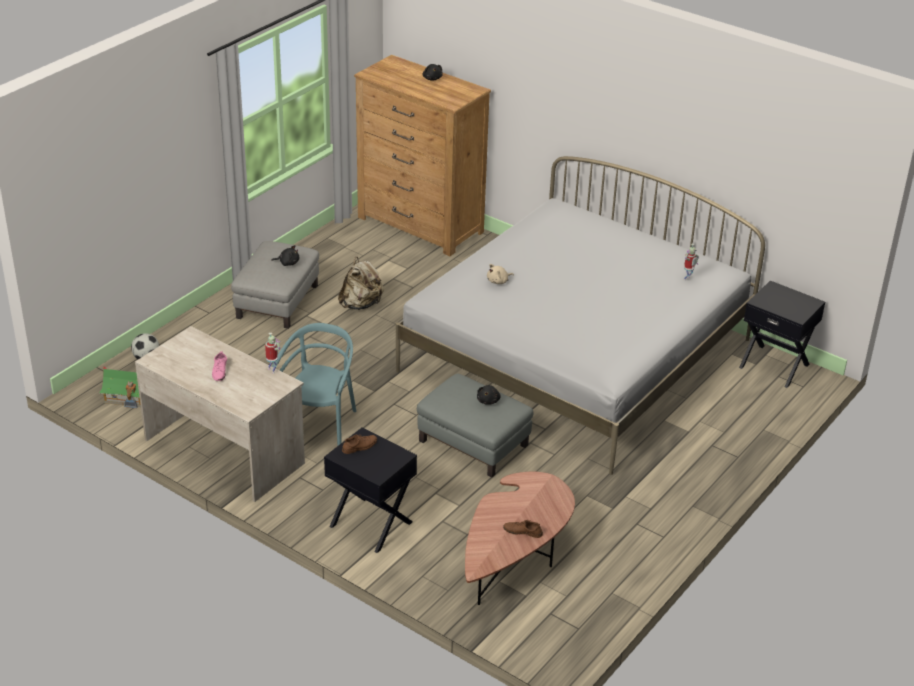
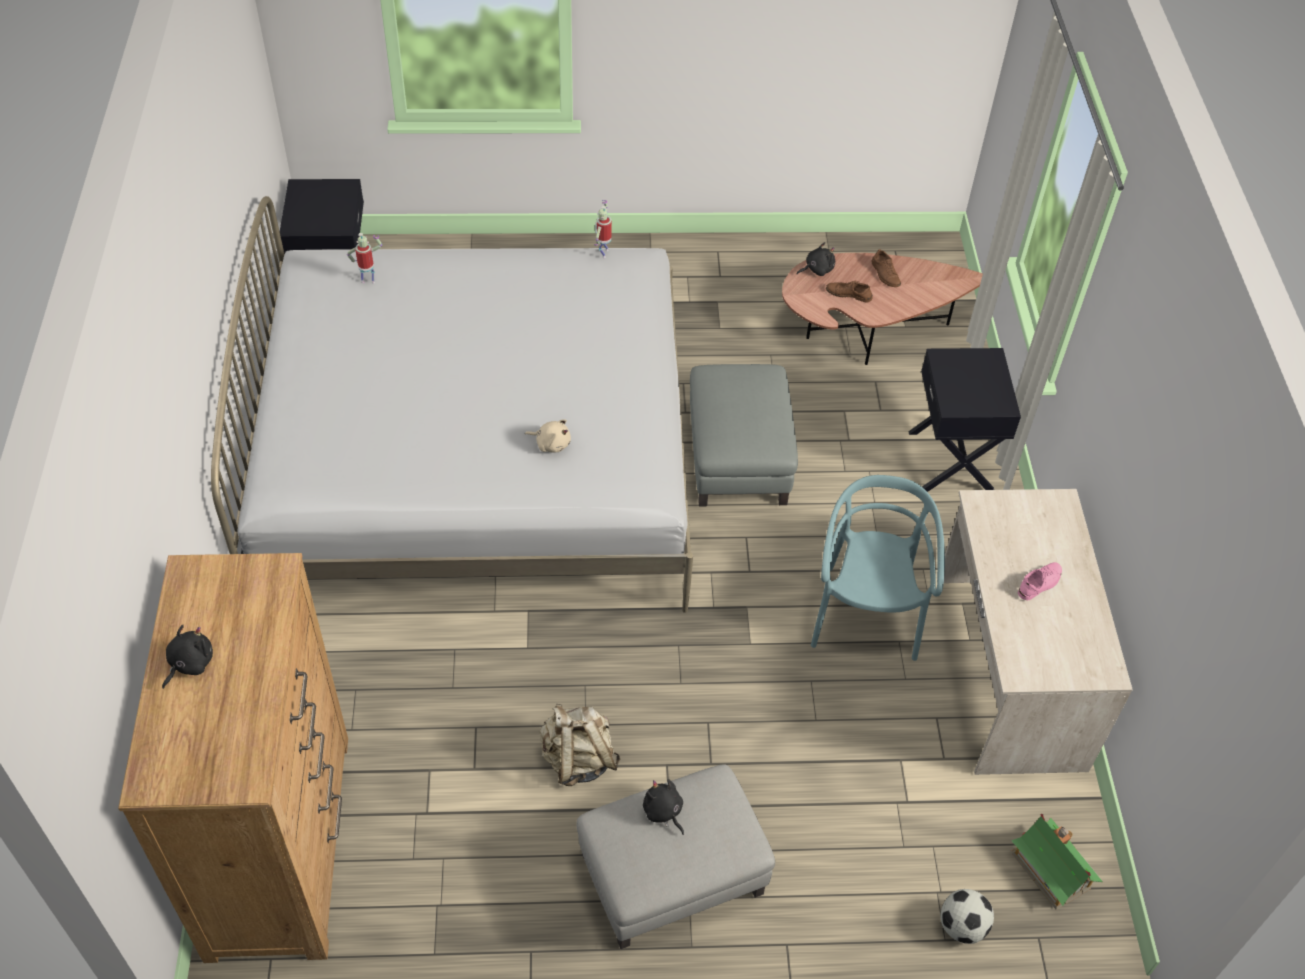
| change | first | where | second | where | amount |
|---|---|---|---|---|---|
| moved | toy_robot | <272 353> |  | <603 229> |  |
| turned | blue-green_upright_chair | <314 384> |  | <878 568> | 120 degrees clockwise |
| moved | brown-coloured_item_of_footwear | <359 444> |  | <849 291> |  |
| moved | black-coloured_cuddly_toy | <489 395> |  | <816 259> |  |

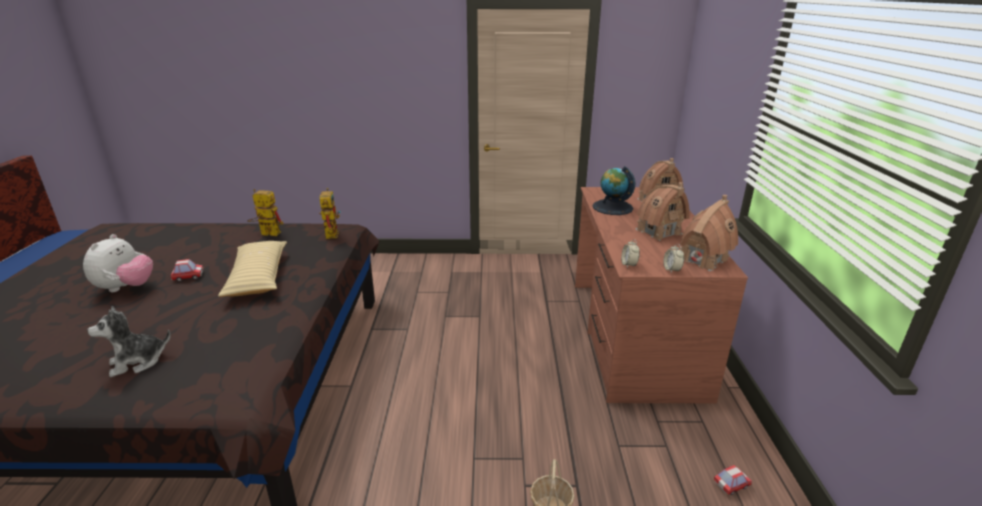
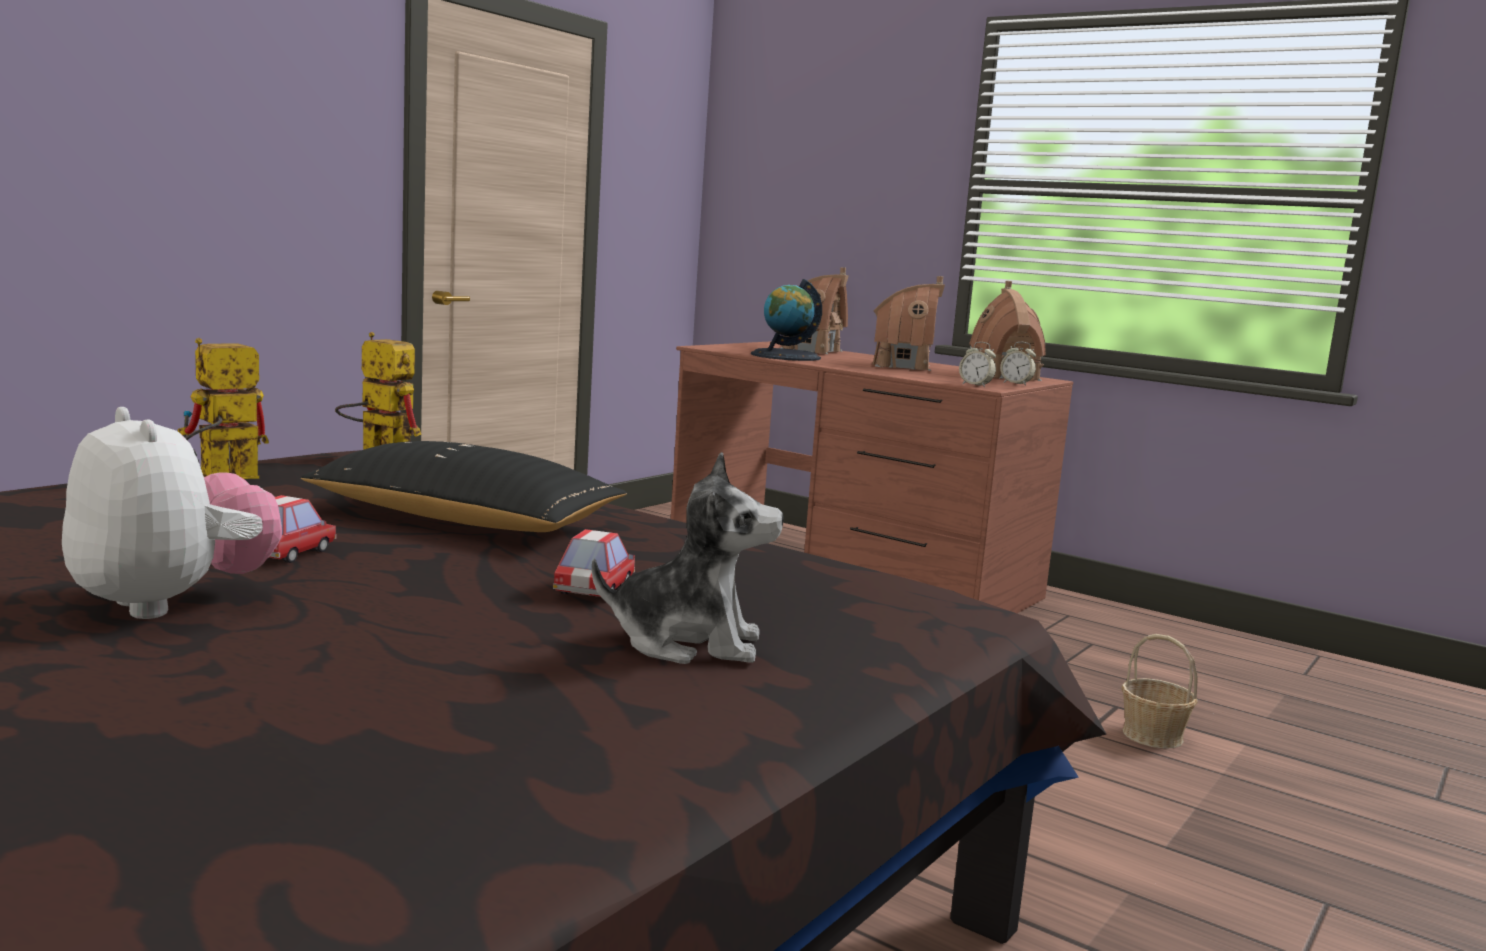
| change | first | where | second | where | amount |
|---|---|---|---|---|---|
| turned | cuddly_toy | <129 341> |  | <687 558> | 90 degrees counterclockwise |
| recoloured | beige-coloured_cushion | <252 269> | black-coloured_cushion | <464 486> |  |
| moved | toy_car | <732 480> |  | <594 563> |  |

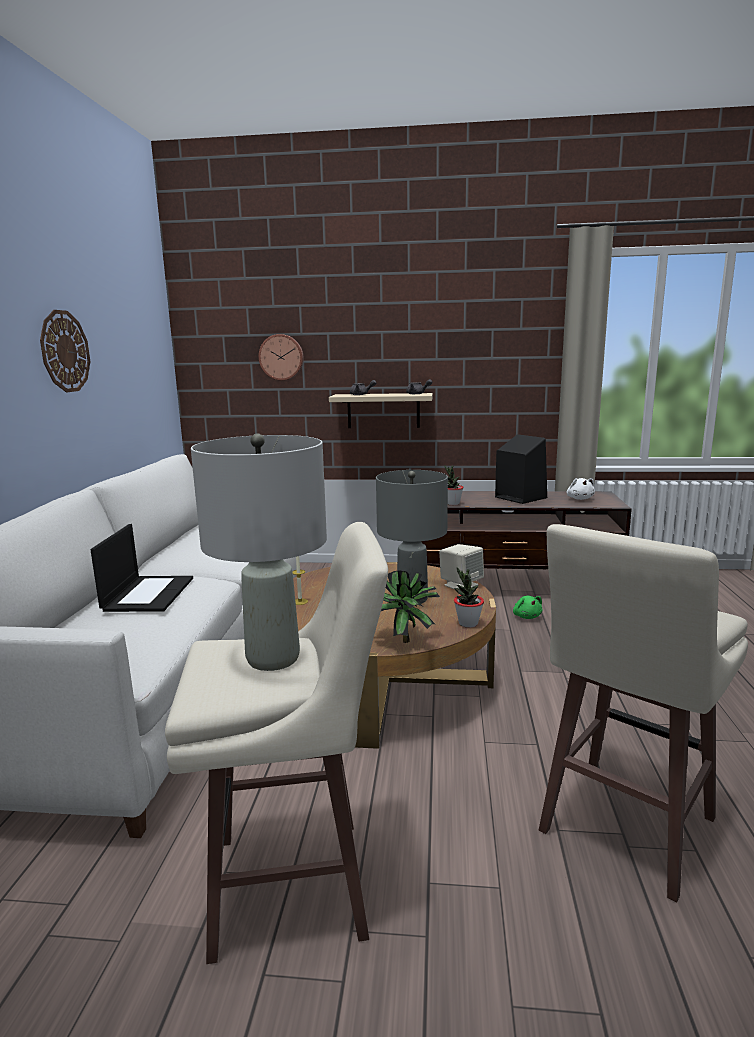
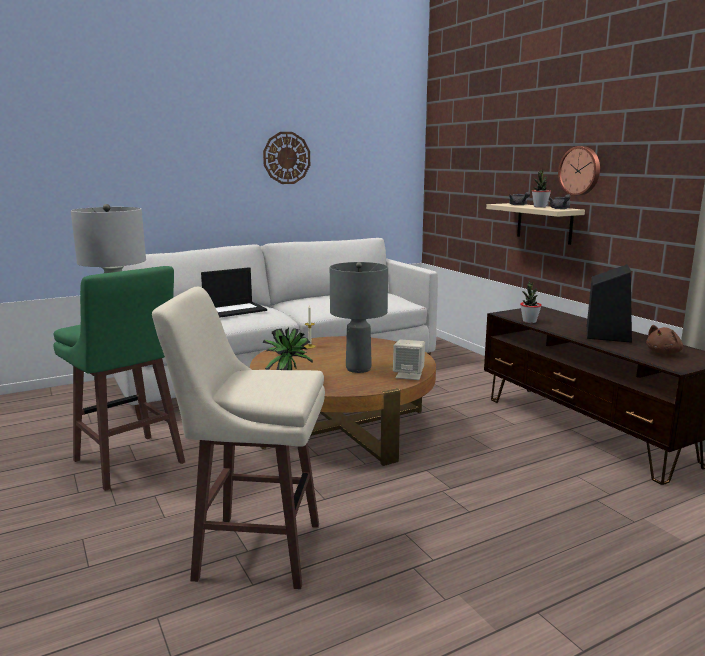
| change | first | where | second | where | amount |
|---|---|---|---|---|---|
| recoloured | beige-coloured_stool | <276 743> | green-coloured_stool | <119 378> |  |
| moved | wall_clock | <281 357> |  | <579 171> |  |
| moved | houseplant | <469 597> |  | <541 189> |  |
| removed | green-coloured_cuddly_toy | <528 607> |  |  |  |
| recoloured | white-coloured_cuddly_toy | <581 489> | brown-coloured_cuddly_toy | <664 339> |  |

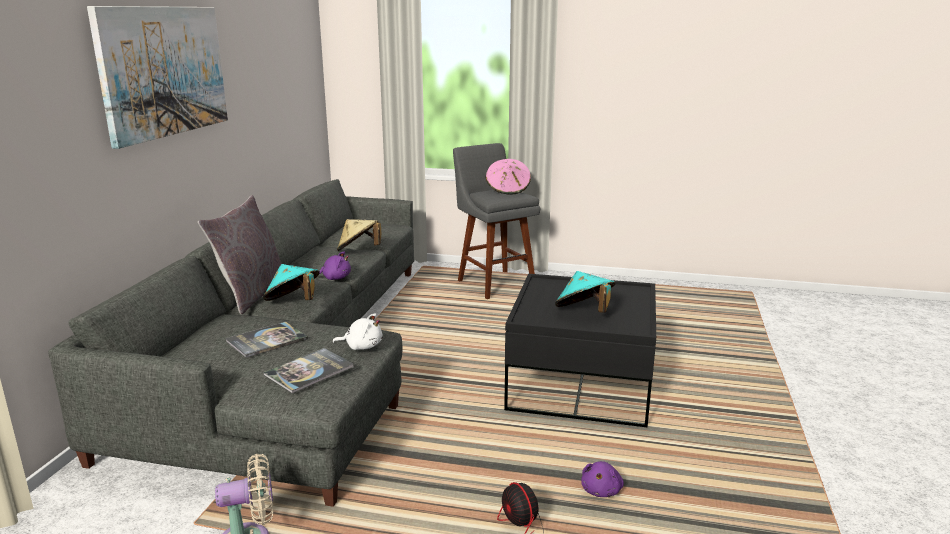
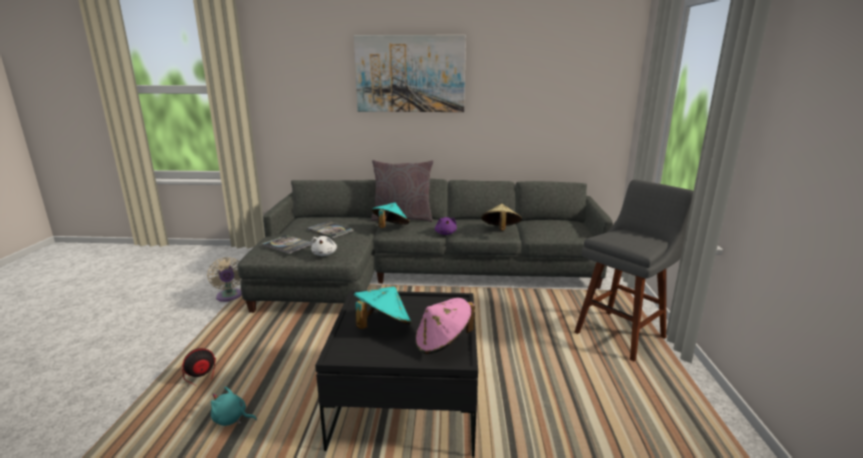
| change | first | where | second | where | amount |
|---|---|---|---|---|---|
| moved | pinkish_clothing_hat | <508 177> |  | <445 326> |  |
| recoloured | purple_cuddly_toy | <602 479> | blue-green_cuddly_toy | <234 406> |  |

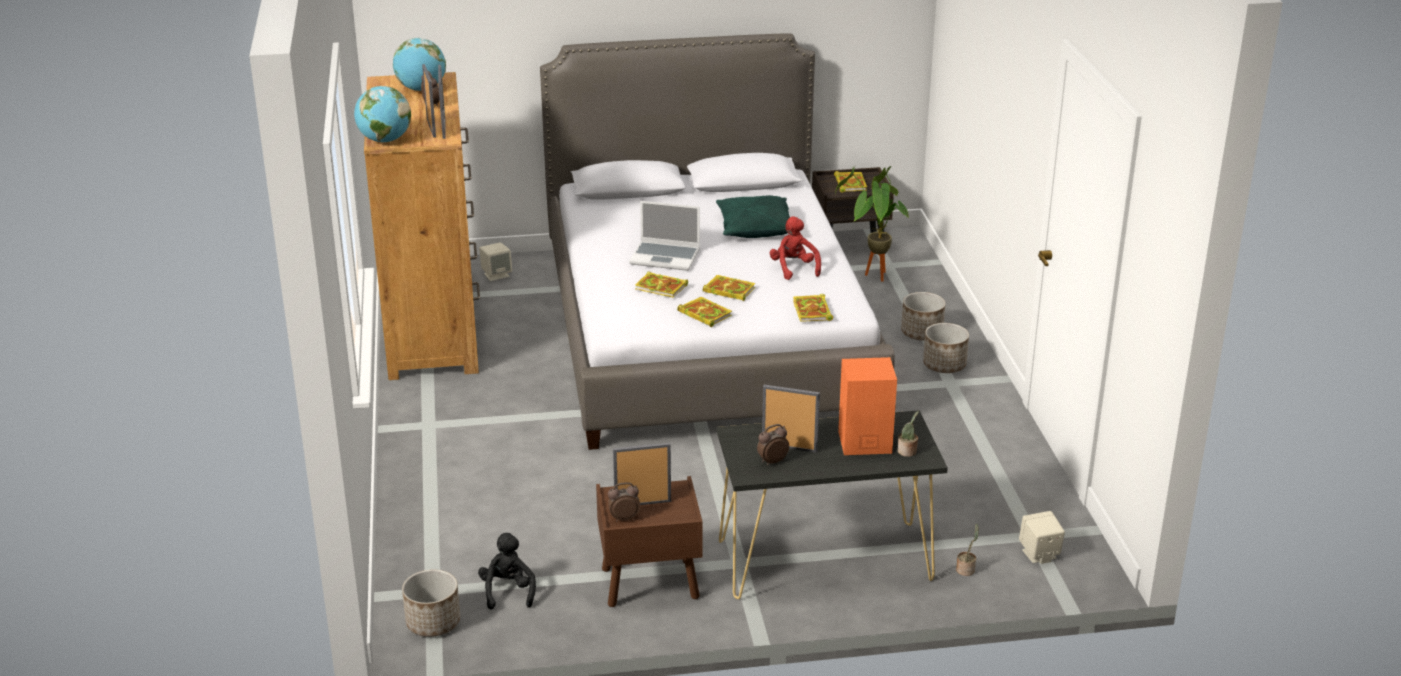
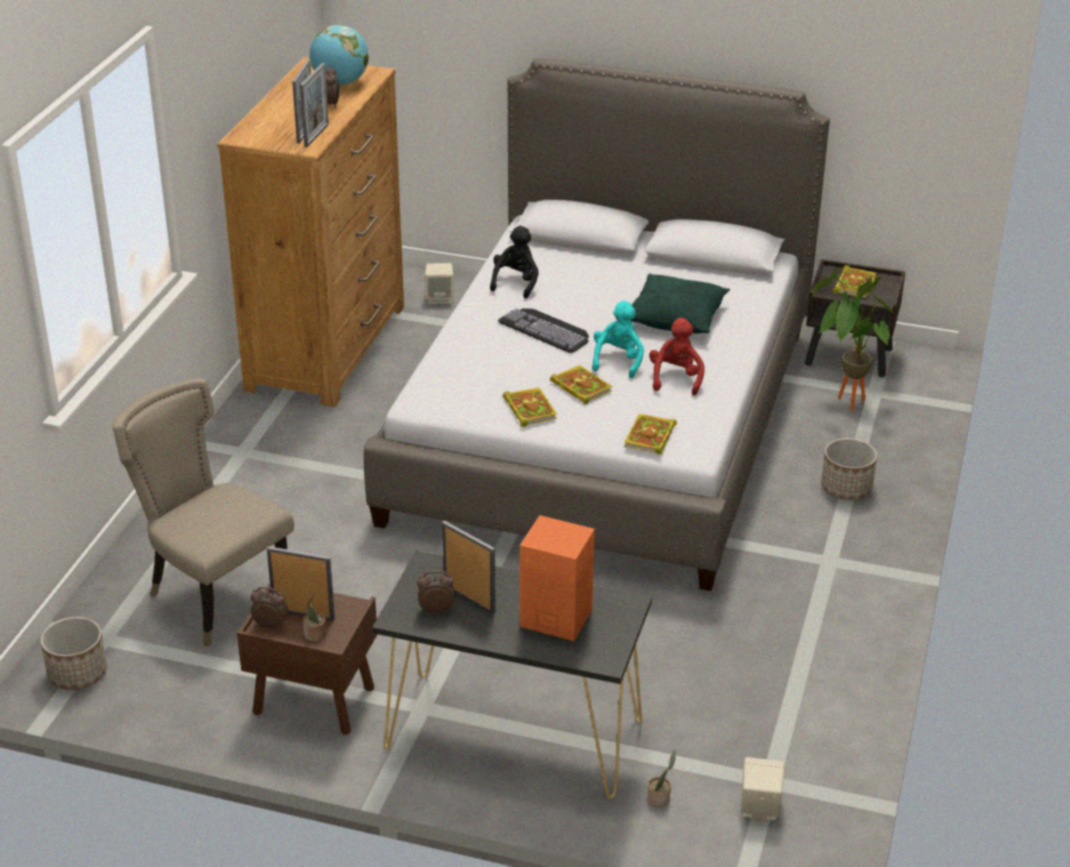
| change | first | where | second | where | amount |
|---|---|---|---|---|---|
| removed | desk_globe | <382 114> |  |  |  |
| moved | black-coloured_cuddly_toy | <507 571> |  | <514 262> |  |
| replaced | laptop | <664 236> | keyboard | <543 330> |  |
| removed | book | <661 284> |  |  |  |
| moved | houseplant | <908 434> |  | <314 618> |  |
| removed | plant_pot | <946 348> |  |  |  |
| added |  |  | beige-coloured_upright_chair | <203 512> |  |
| added |  |  | blue-green_cuddly_toy | <618 339> |  |

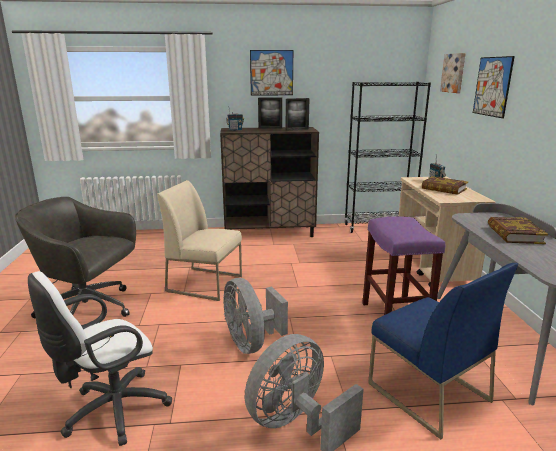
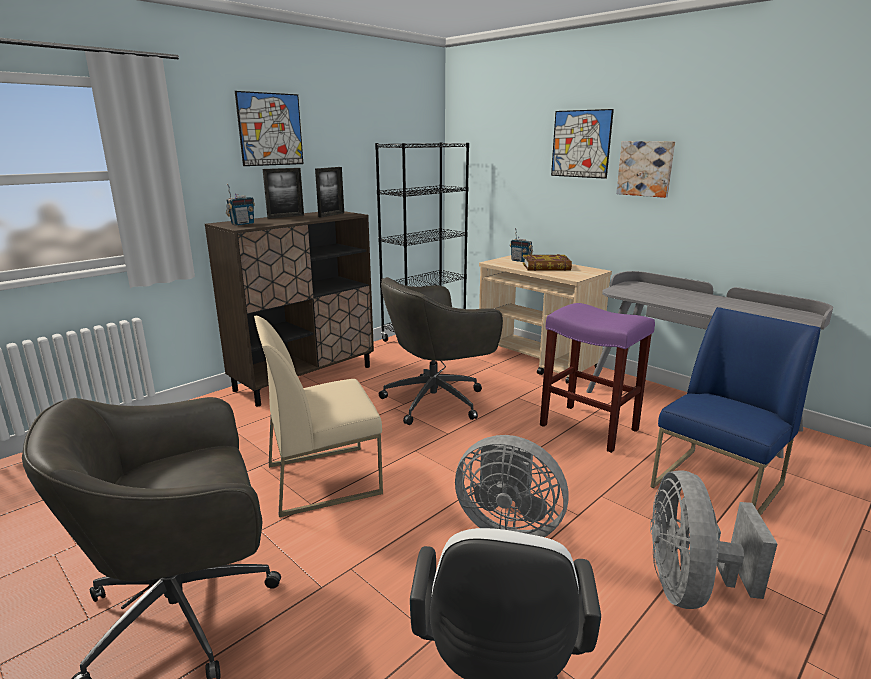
| change | first | where | second | where | amount |
|---|---|---|---|---|---|
| turned | blue-coloured_upright_chair | <443 351> |  | <736 411> | 60 degrees counterclockwise |
| moved | picture | <453 73> |  | <645 169> |  |
| removed | book | <518 230> |  |  |  |
| added |  |  | greyish_office_chair | <441 351> |  |

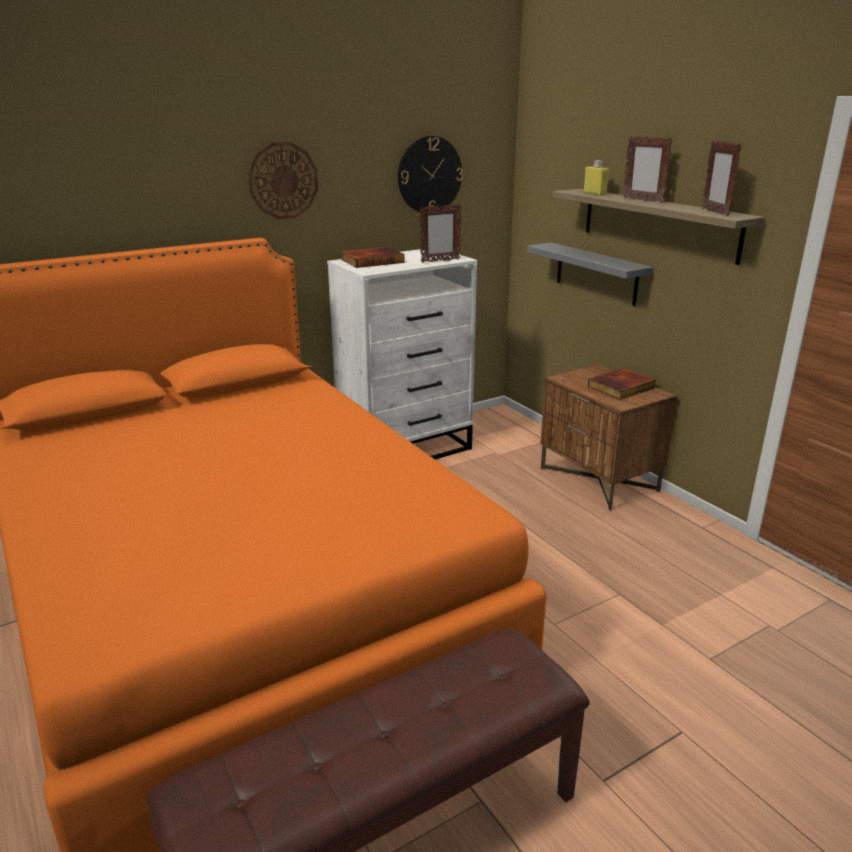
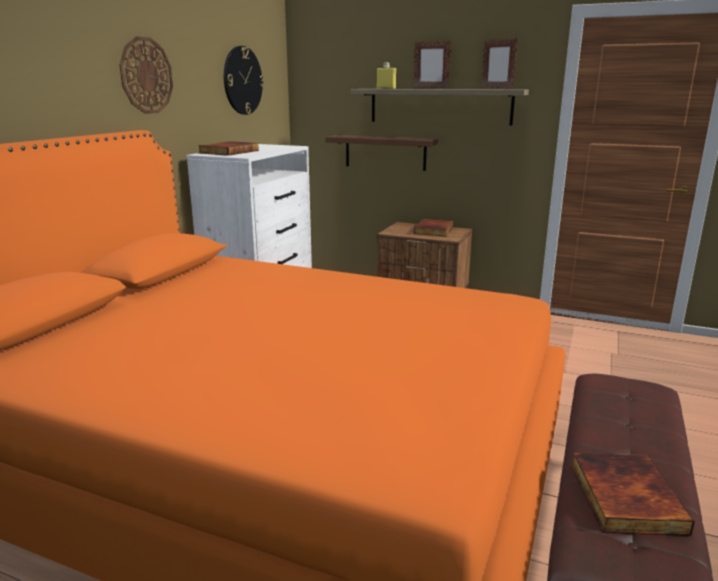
| change | first | where | second | where | amount |
|---|---|---|---|---|---|
| removed | photo_frame | <440 233> |  |  |  |
| recoloured | greyish_shelf | <590 274> | brown-coloured_shelf | <382 153> |  |
| added |  |  | book | <633 494> |  |

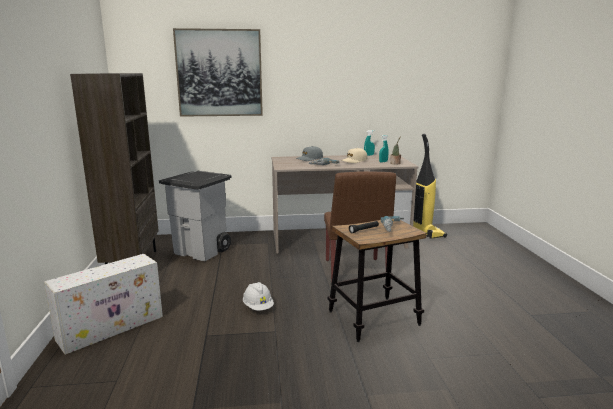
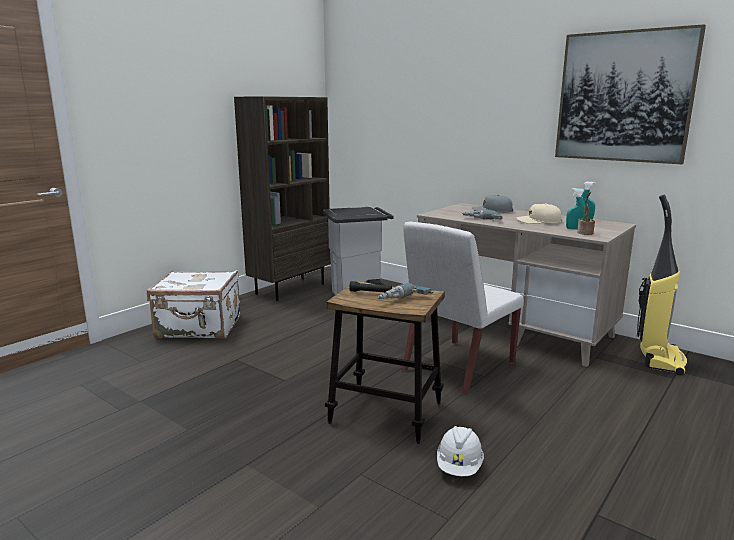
| change | first | where | second | where | amount |
|---|---|---|---|---|---|
| replaced | white-coloured_storage_bin | <103 304> | white-coloured_travel_case | <193 304> |  |
| moved | picture | <218 72> |  | <630 94> |  |
| moved | white-coloured_safety_helmet | <258 296> |  | <460 451> |  |
| recoloured | brown-coloured_upright_chair | <360 227> | white-coloured_upright_chair | <463 308> |  |

